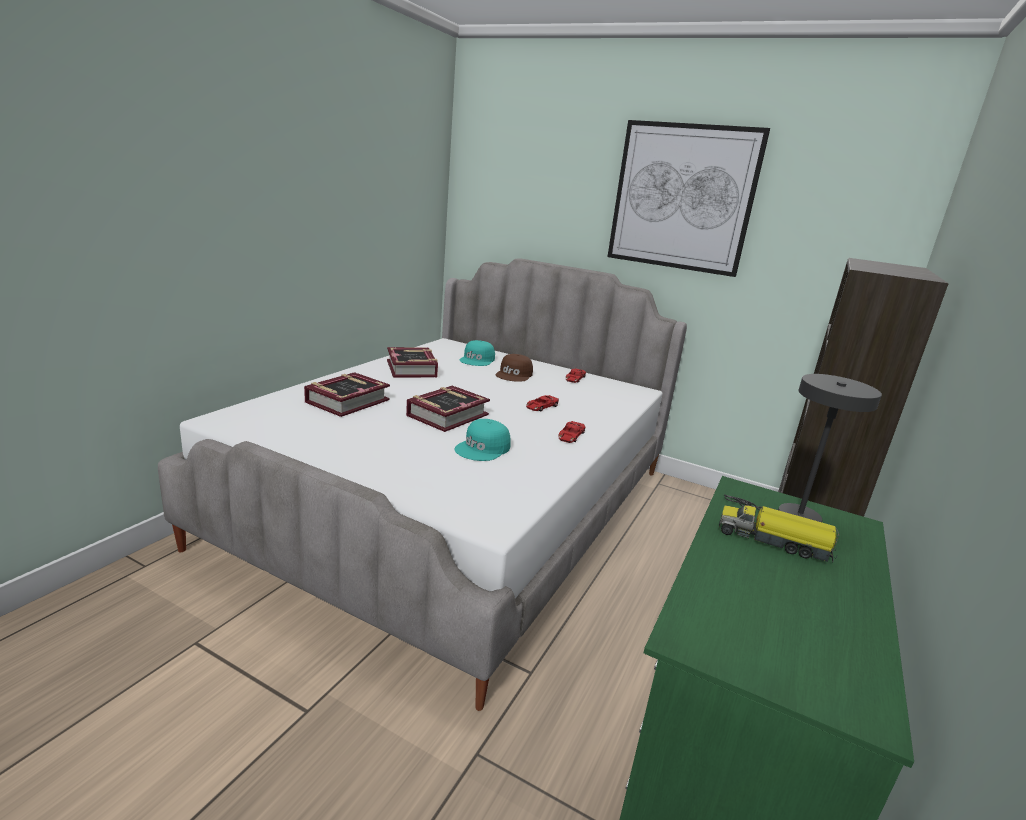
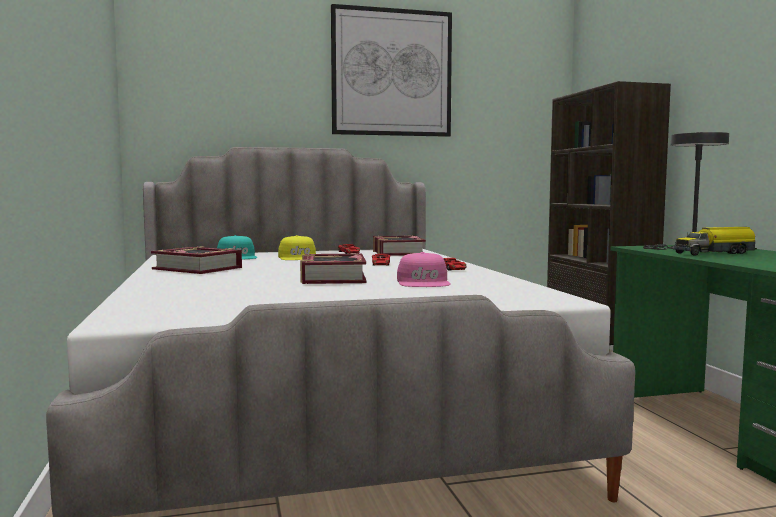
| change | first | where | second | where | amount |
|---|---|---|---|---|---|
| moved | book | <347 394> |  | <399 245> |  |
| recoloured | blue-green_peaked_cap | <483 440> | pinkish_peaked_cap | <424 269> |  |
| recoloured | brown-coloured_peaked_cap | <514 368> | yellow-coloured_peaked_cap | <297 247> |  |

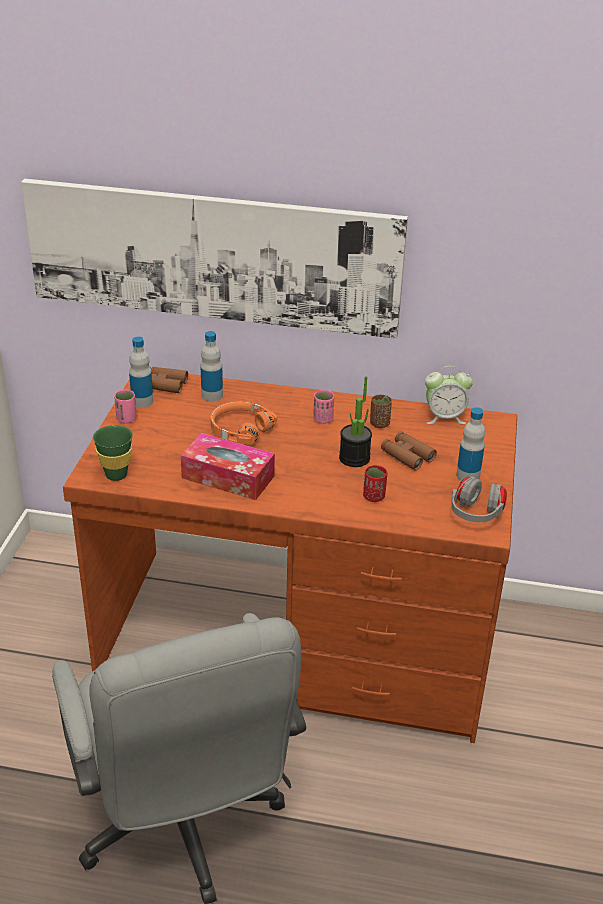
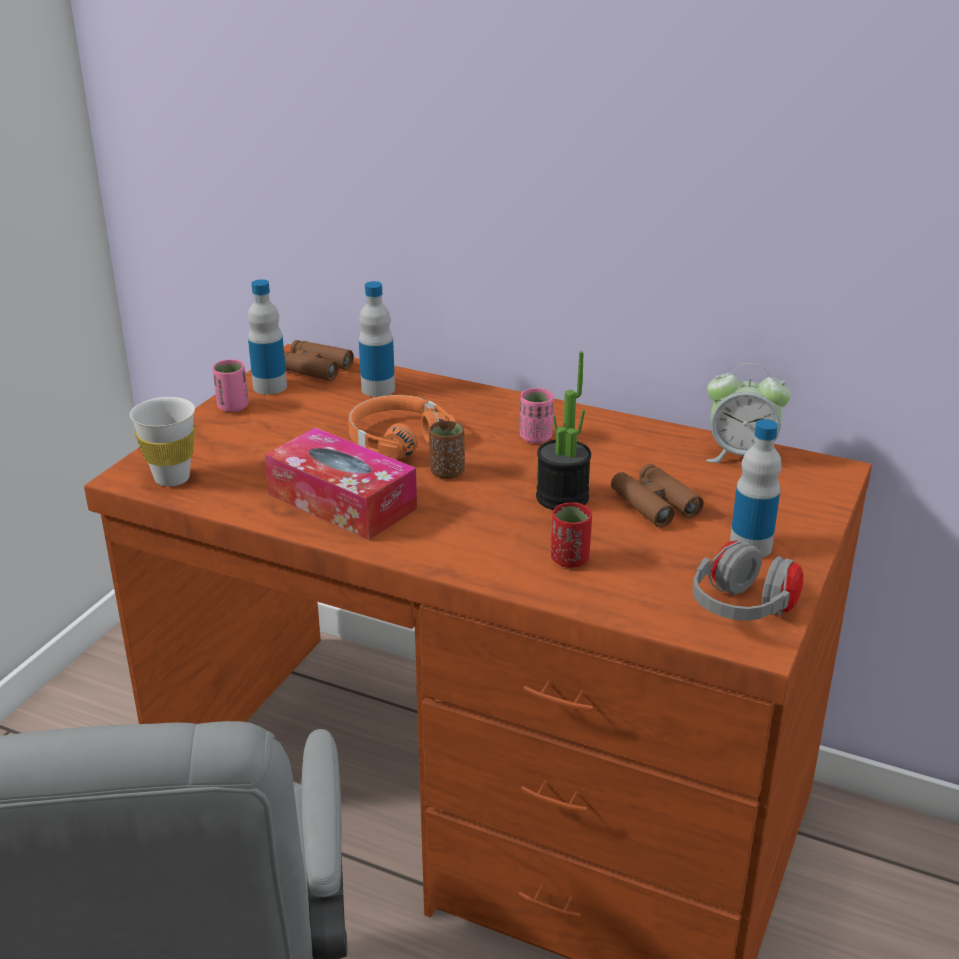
| change | first | where | second | where | amount |
|---|---|---|---|---|---|
| removed | picture | <214 259> |  |  |  |
| recoloured | green-coloured_small_cup | <113 453> | white-coloured_small_cup | <162 442> |  |
| moved | brown-coloured_small_cup | <381 411> |  | <447 450> |  |

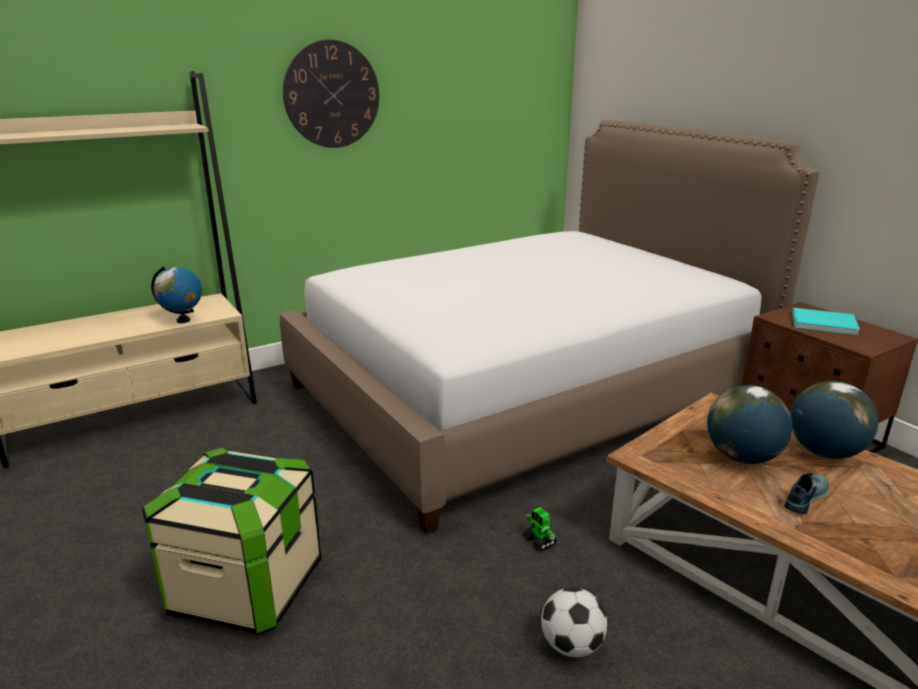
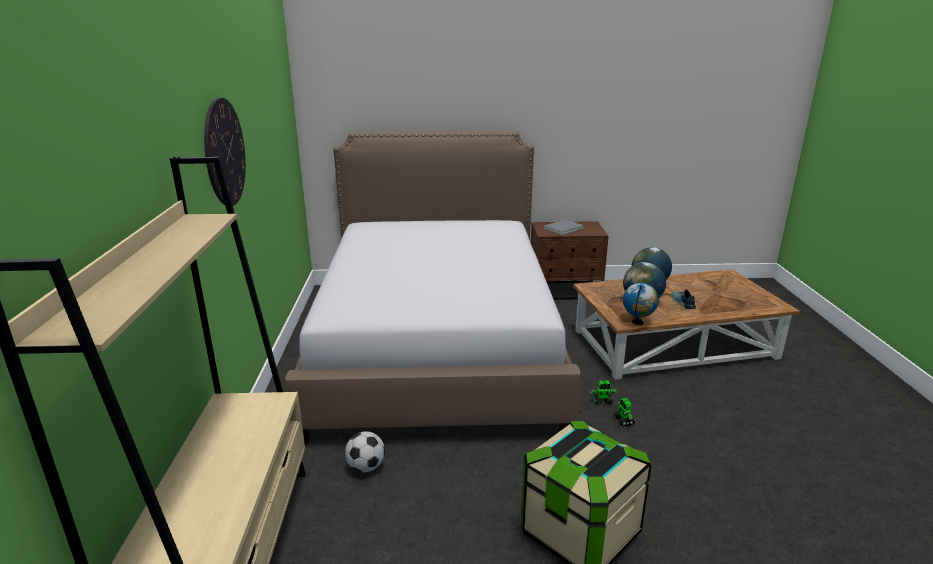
| change | first | where | second | where | amount |
|---|---|---|---|---|---|
| moved | desk_globe | <176 294> |  | <641 304> |  |
| moved | football | <574 622> |  | <365 451> |  |
| recoloured | blue-green_book | <826 321> | greyish_book | <563 227> |  |
| added |  |  | toy_robot | <624 412> |  |

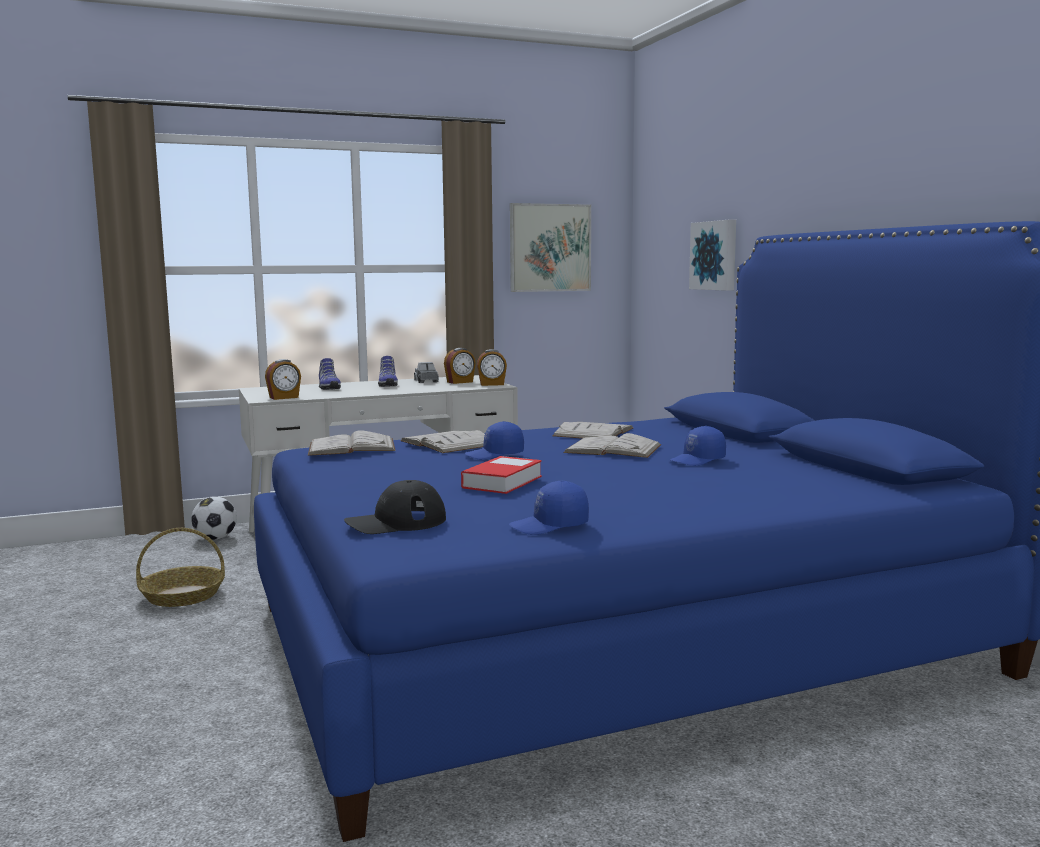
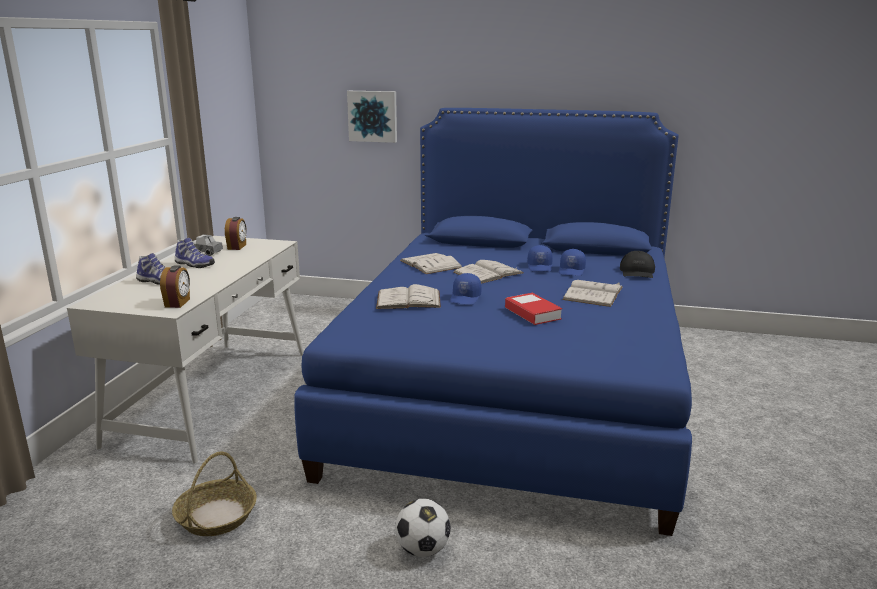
| change | first | where | second | where | amount |
|---|---|---|---|---|---|
| moved | football | <214 518> |  | <423 528> |  |
| moved | white-coloured_book | <352 443> |  | <592 293> |  |
| moved | black-coloured_peaked_cap | <395 507> |  | <637 264> |  |
| removed | alarm_clock | <492 367> |  |  |  |
| moved | blue-coloured_peaked_cap | <549 508> |  | <572 262> |  |
| removed | picture | <550 247> |  |  |  |

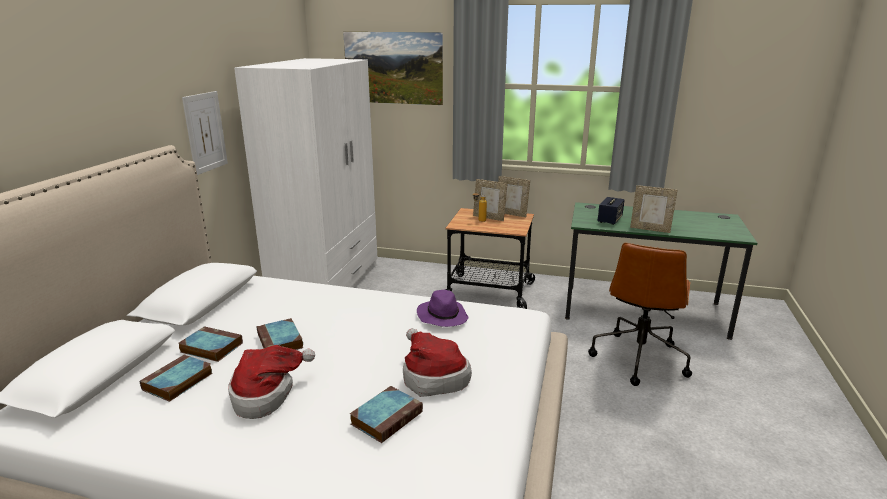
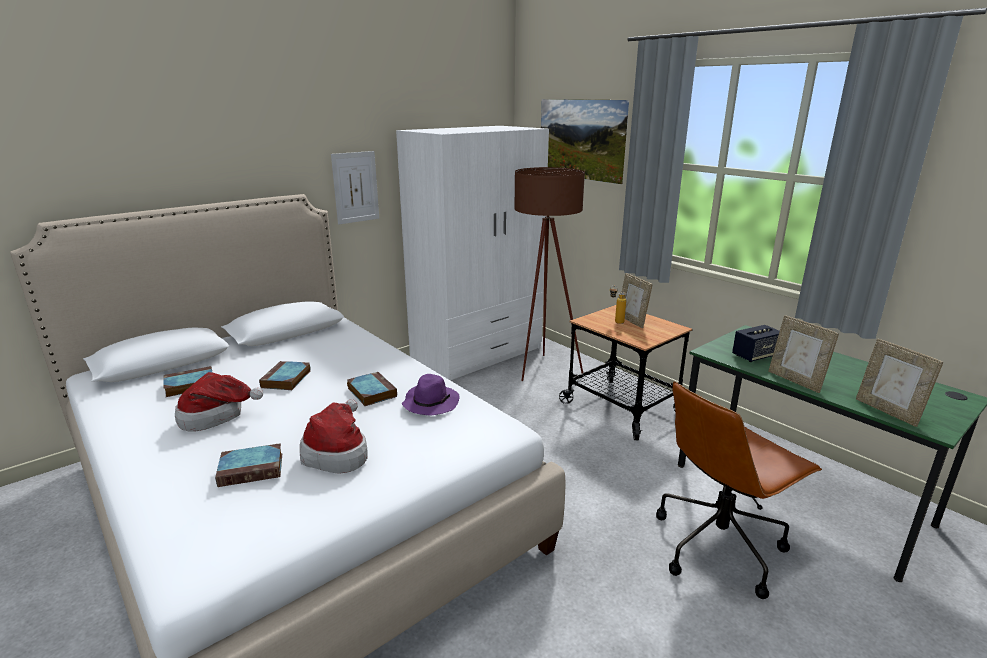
| change | first | where | second | where | amount |
|---|---|---|---|---|---|
| moved | book | <210 344> |  | <372 388> |  |
| moved | photo_frame | <514 196> |  | <899 383> |  |
| added |  |  | brown-coloured_floor_lamp | <549 274> |  |

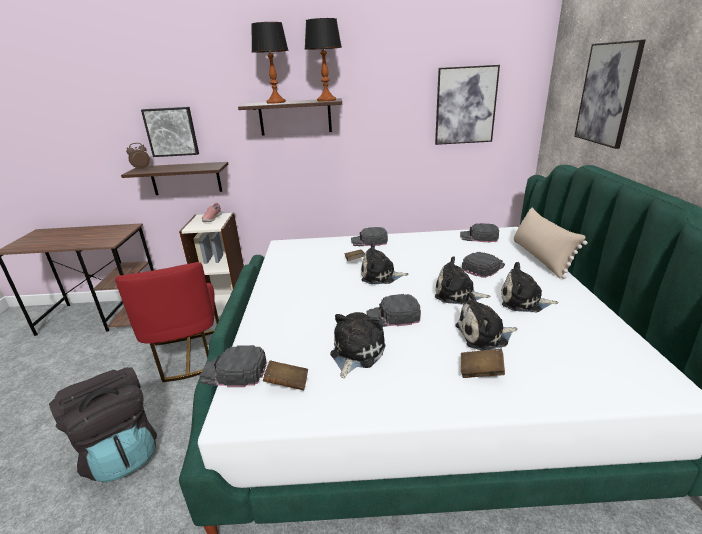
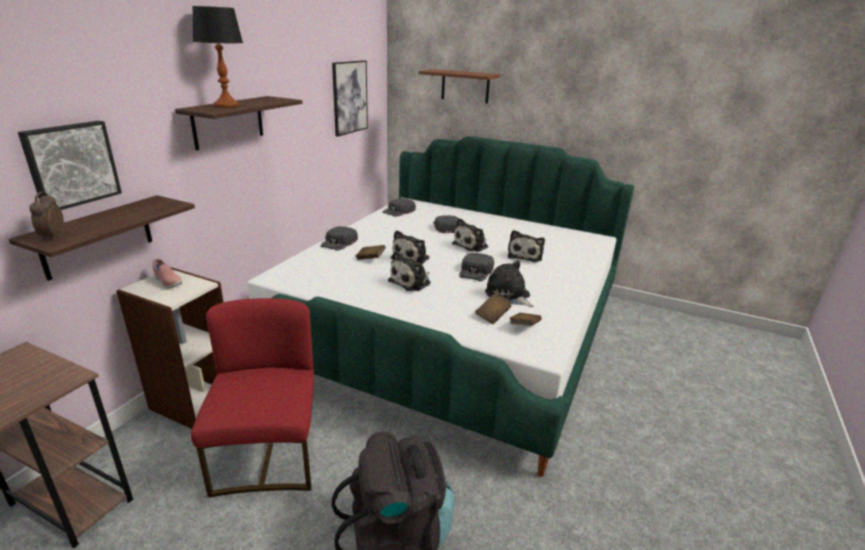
| change | first | where | second | where | amount |
|---|---|---|---|---|---|
| turned | reddish_upright_chair | <167 322> |  | <252 398> | 105 degrees counterclockwise |
| removed | black-coloured_peaked_cap | <233 366> |  |  |  |
| removed | tabletop_lamp | <323 59> |  |  |  |
| moved | brown-coloured_book | <483 363> |  | <493 308> |  |
| moved | cuddly_toy | <530 287> |  | <409 271> |  |
| removed | beige-coloured_cushion | <551 243> |  |  |  |
| replaced | picture | <610 94> | brown-coloured_shelf | <459 86> |  |

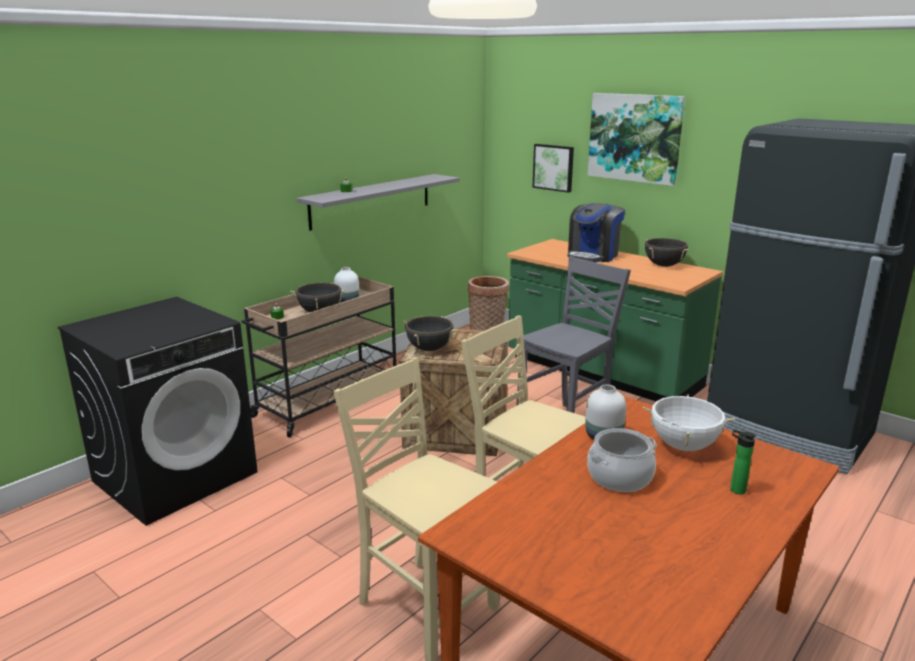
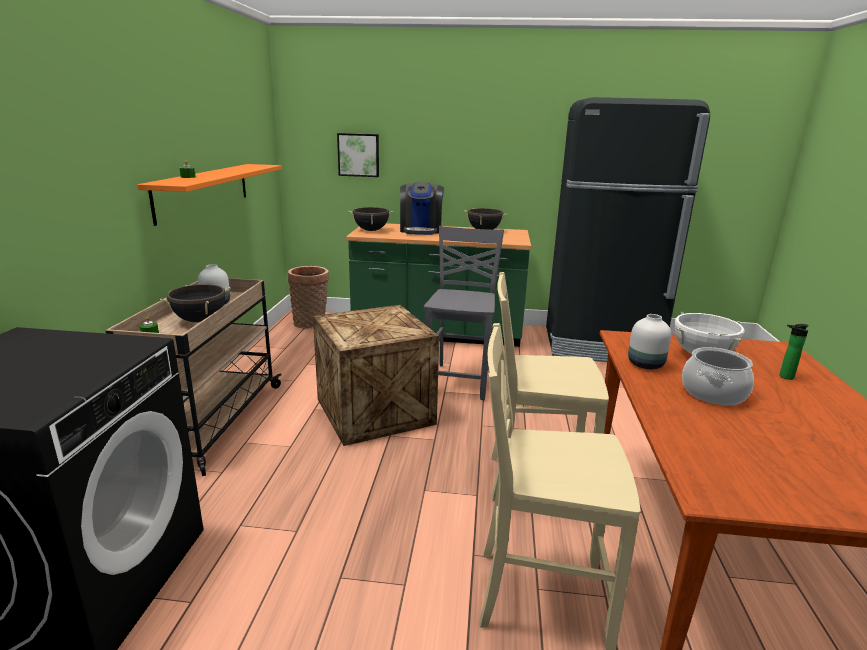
| change | first | where | second | where | amount |
|---|---|---|---|---|---|
| recoloured | greyish_shelf | <378 202> | orange_shelf | <209 195> |  |
| moved | black-coloured_saucepot | <429 333> |  | <371 219> |  |
| removed | picture | <636 139> |  |  |  |

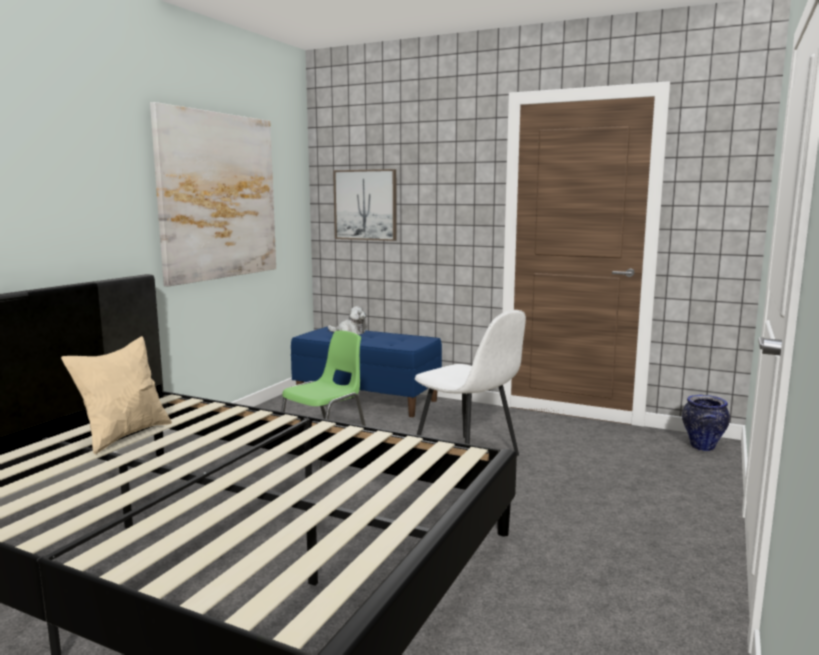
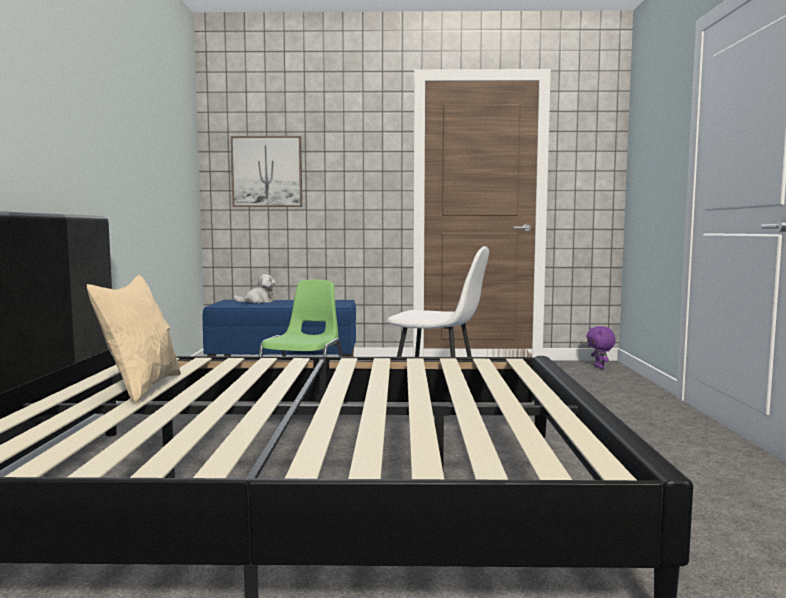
| change | first | where | second | where | amount |
|---|---|---|---|---|---|
| removed | picture | <213 194> |  |  |  |
| replaced | decorative_vase | <706 423> | purple_cuddly_toy | <601 347> |  |

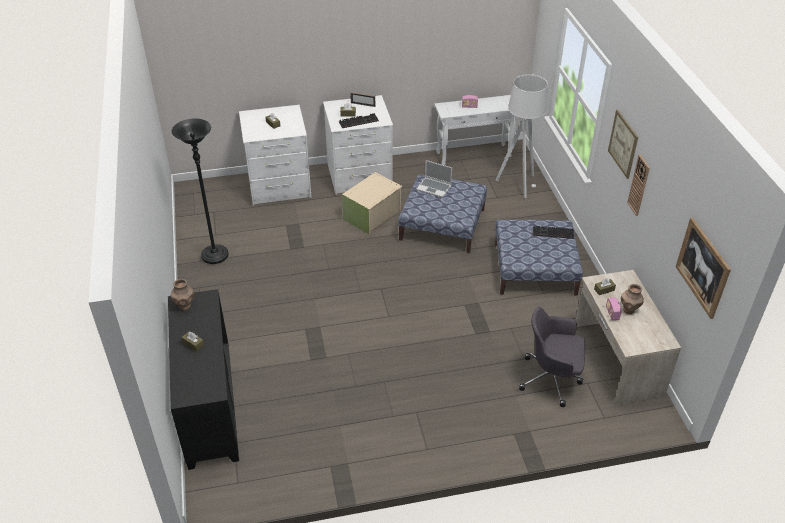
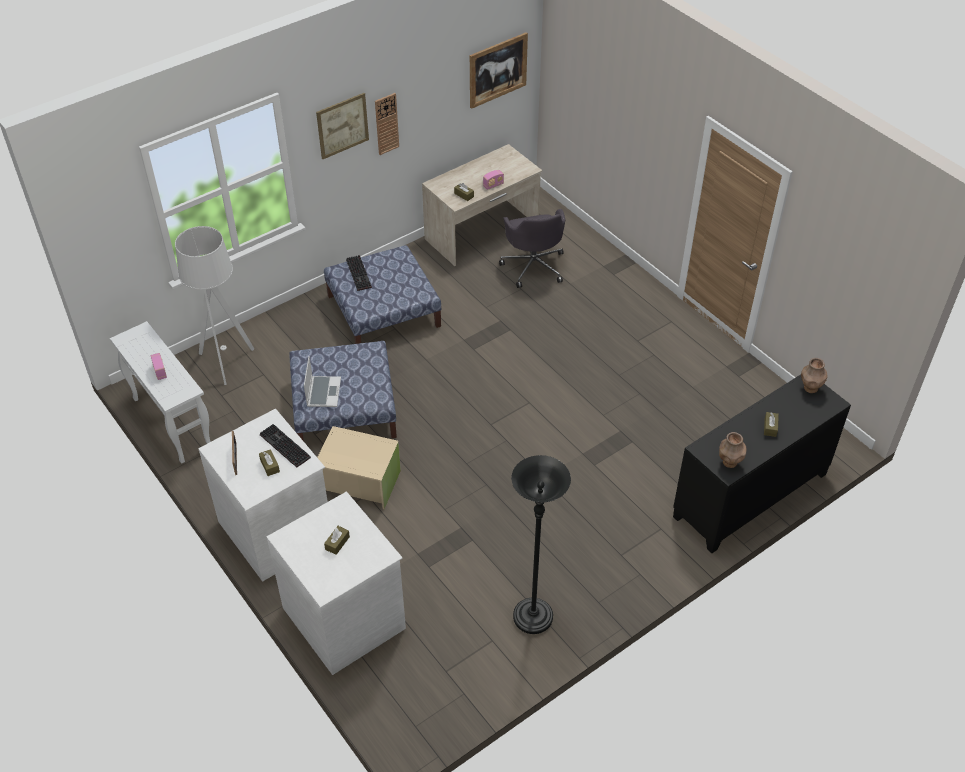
| change | first | where | second | where | amount |
|---|---|---|---|---|---|
| moved | brown-coloured_decorative_vase | <632 299> |  | <814 375> |  |

